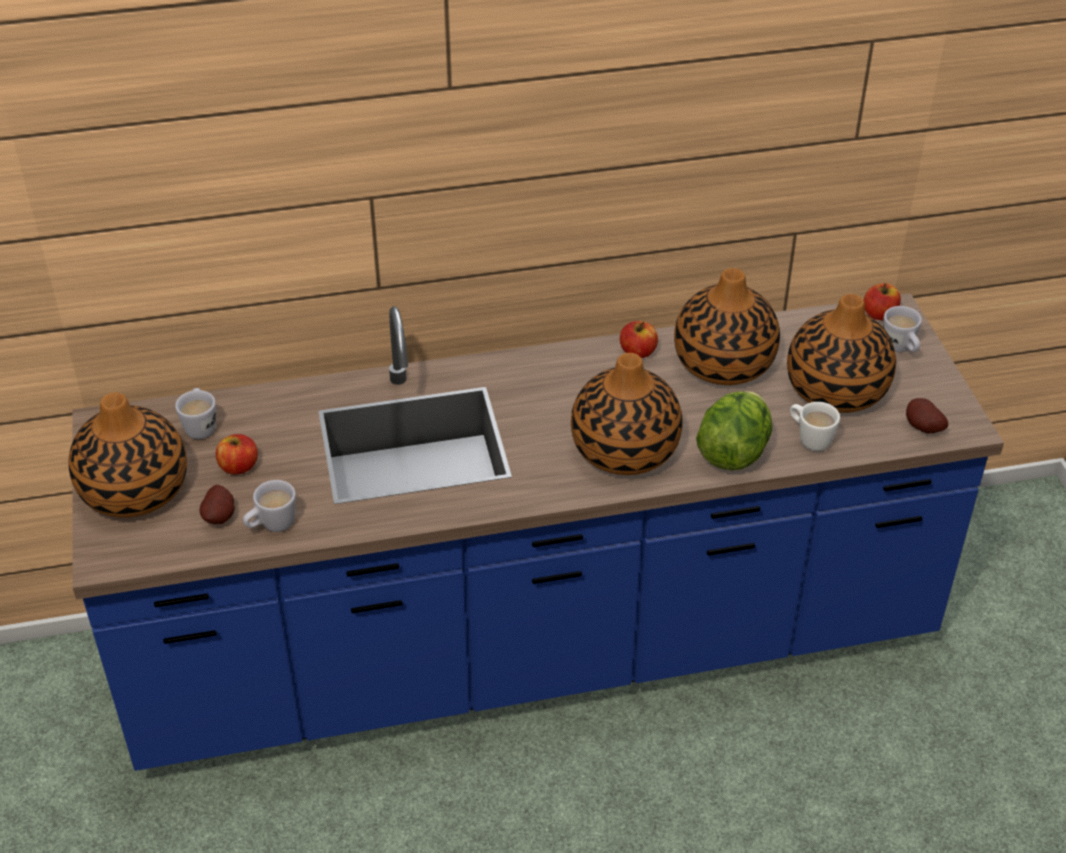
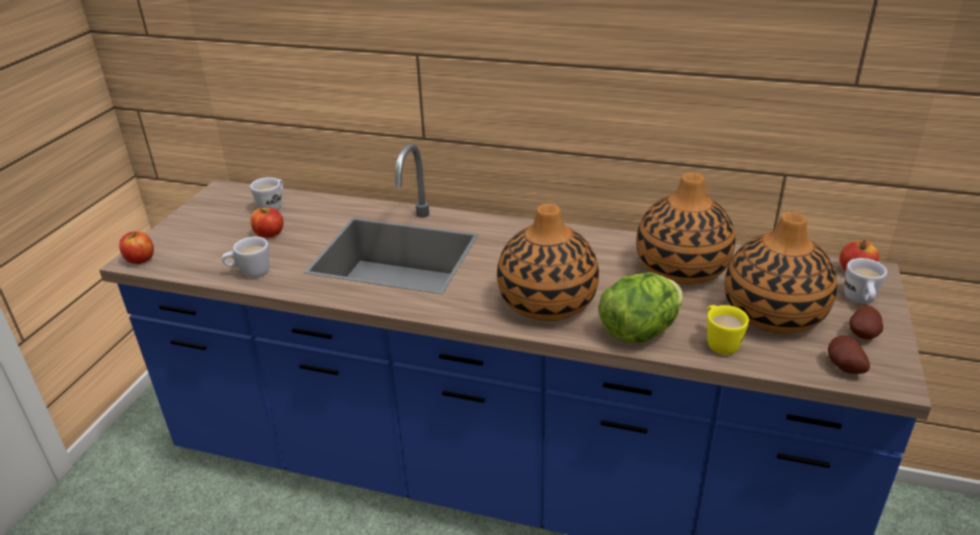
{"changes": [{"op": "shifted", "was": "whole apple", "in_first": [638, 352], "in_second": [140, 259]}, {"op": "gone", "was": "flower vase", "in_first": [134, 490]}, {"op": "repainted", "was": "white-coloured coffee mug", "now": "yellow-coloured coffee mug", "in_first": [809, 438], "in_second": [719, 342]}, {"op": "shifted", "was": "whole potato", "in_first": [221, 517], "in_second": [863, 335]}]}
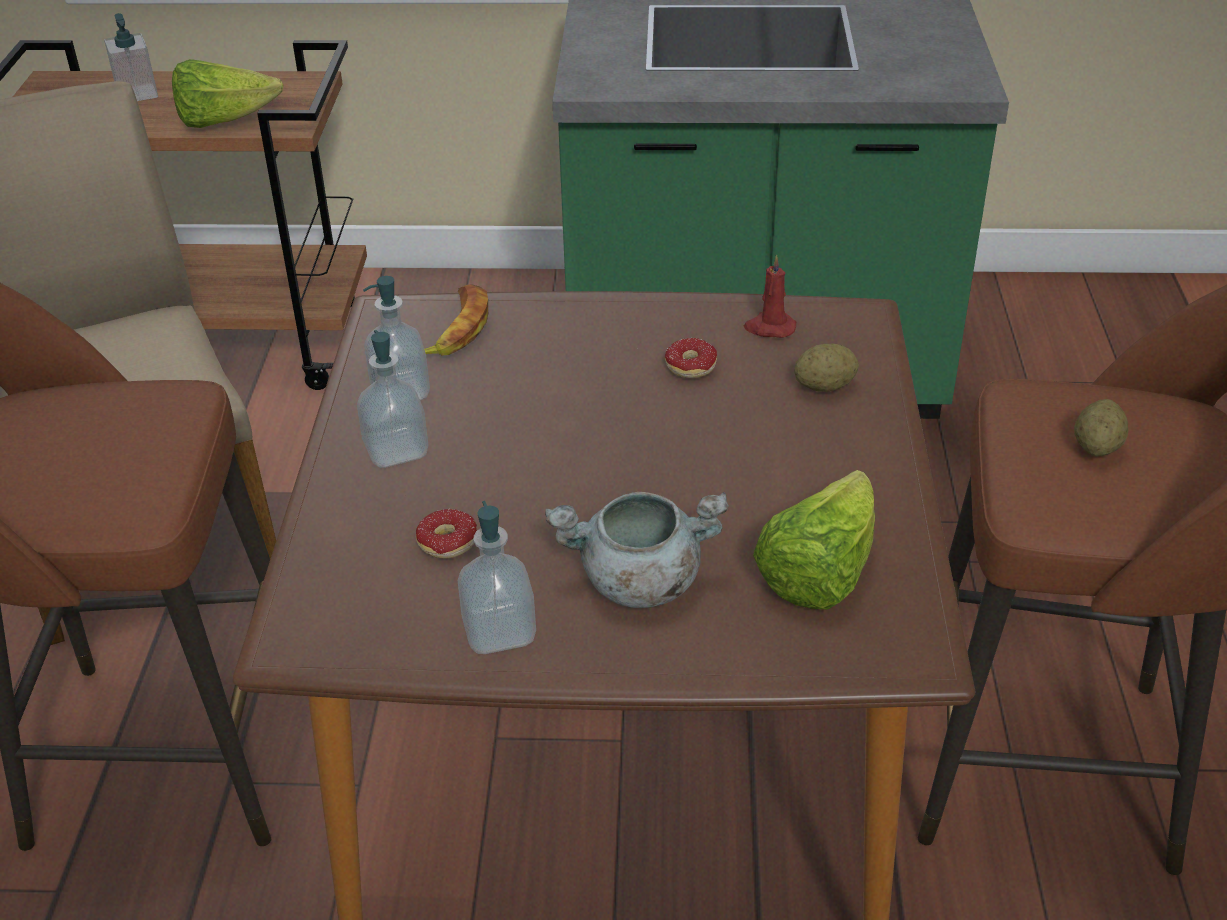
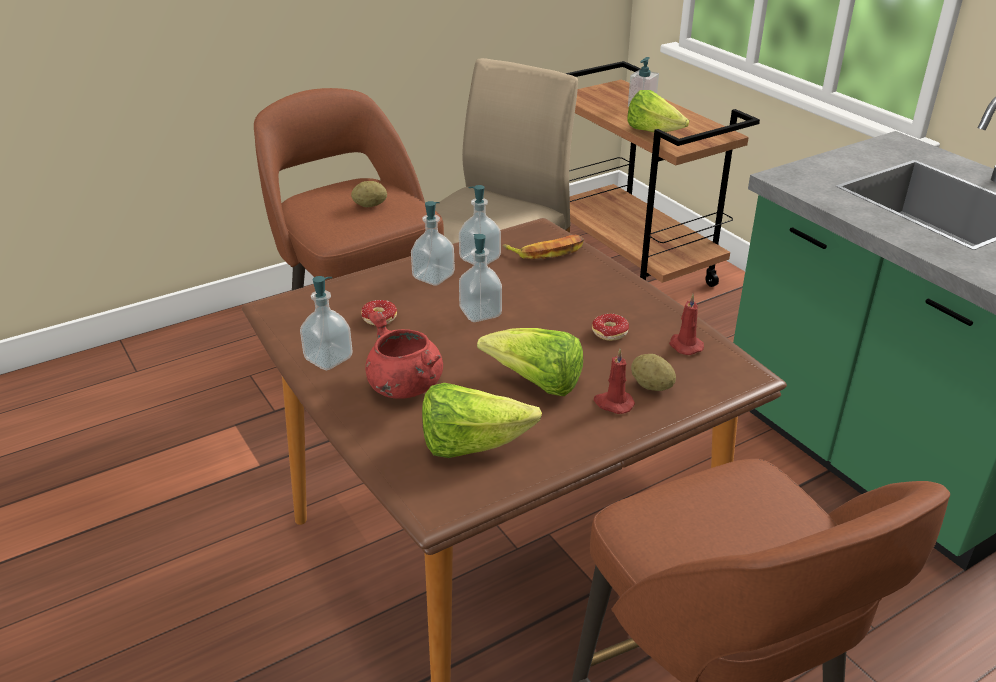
{"changes": [{"op": "shifted", "was": "whole potato", "in_first": [1096, 447], "in_second": [370, 205]}, {"op": "repainted", "was": "greyish stockpot", "now": "red-coloured stockpot", "in_first": [638, 582], "in_second": [403, 386]}, {"op": "new", "now": "soap dispenser", "in_second": [480, 313]}, {"op": "new", "now": "lettuce", "in_second": [536, 383]}, {"op": "new", "now": "red-coloured candle", "in_second": [613, 403]}]}
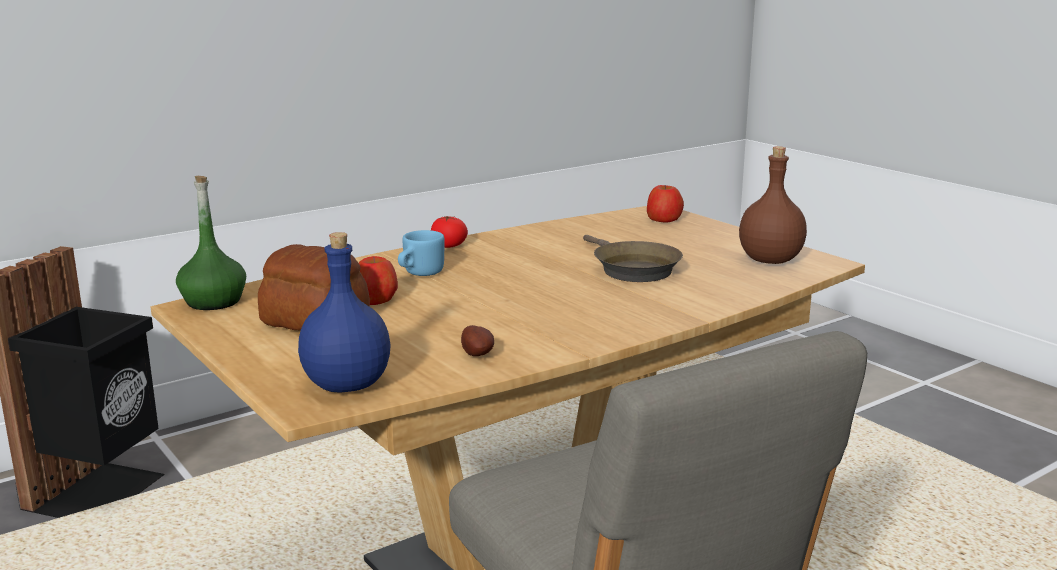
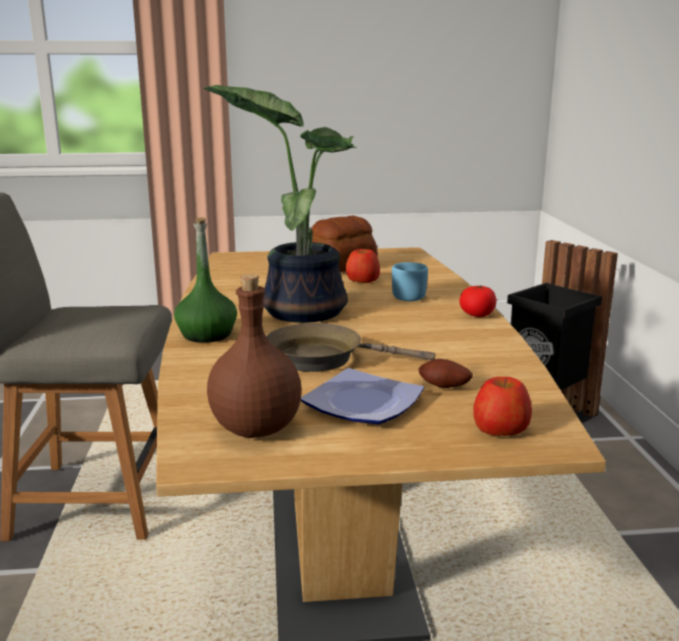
{"changes": [{"op": "shifted", "was": "green drink bottle", "in_first": [214, 302], "in_second": [207, 335]}, {"op": "gone", "was": "bluish drink bottle", "in_first": [348, 385]}, {"op": "shifted", "was": "whole potato", "in_first": [478, 354], "in_second": [444, 388]}, {"op": "new", "now": "potted plant", "in_second": [302, 309]}, {"op": "new", "now": "dinner plate", "in_second": [363, 405]}]}
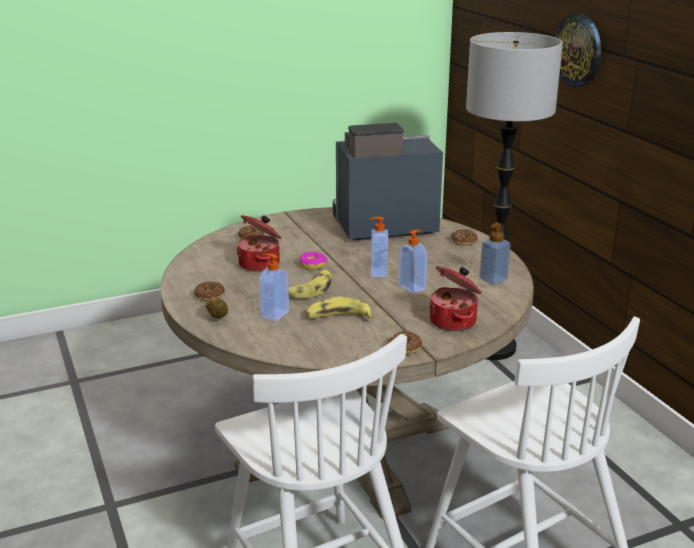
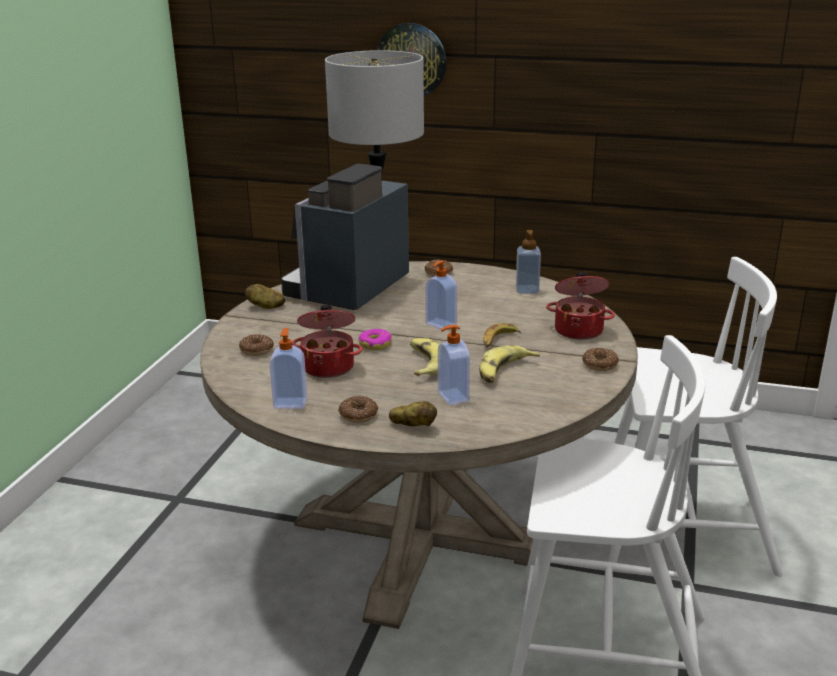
{"changes": [{"op": "shifted", "was": "soap dispenser", "in_first": [412, 287], "in_second": [290, 402]}, {"op": "new", "now": "whole potato", "in_second": [265, 307]}, {"op": "new", "now": "banana", "in_second": [498, 340]}]}
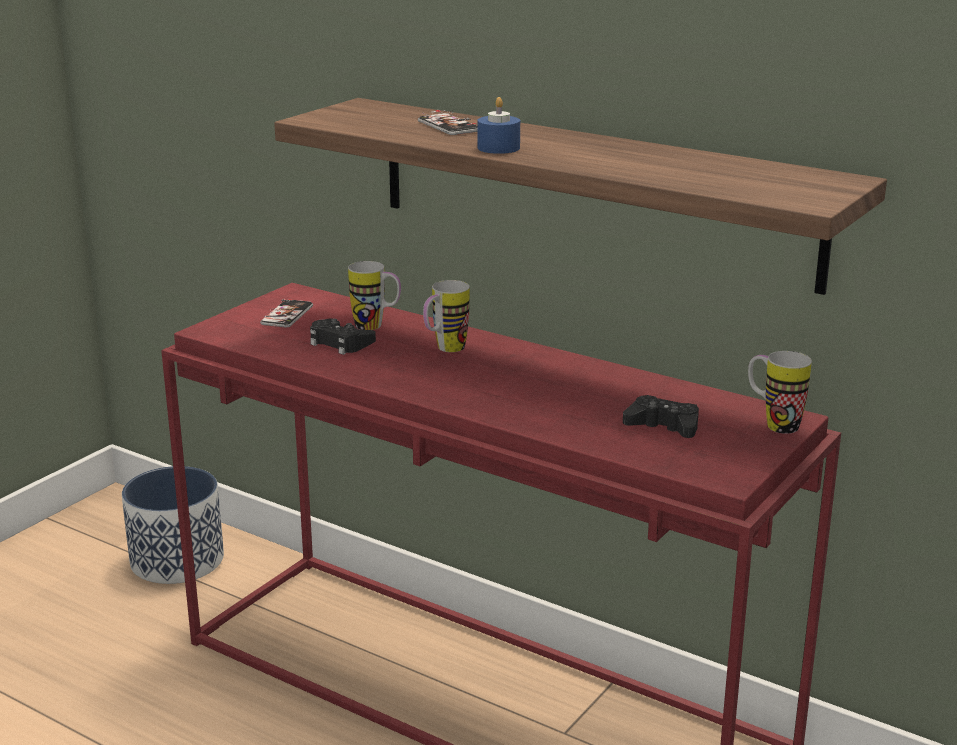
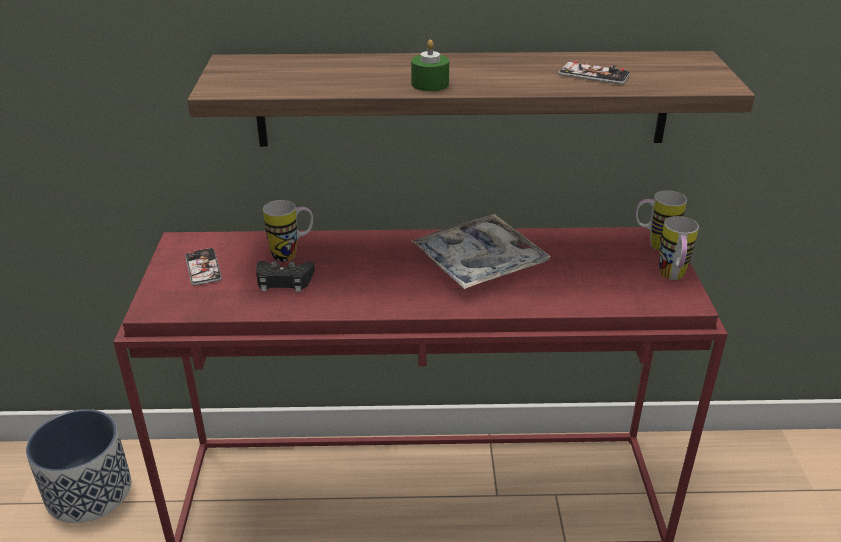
{"changes": [{"op": "repainted", "was": "bluish candle", "now": "green candle", "in_first": [498, 148], "in_second": [430, 84]}, {"op": "shifted", "was": "handset", "in_first": [448, 126], "in_second": [594, 75]}, {"op": "shifted", "was": "coffee mug", "in_first": [444, 350], "in_second": [672, 278]}, {"op": "gone", "was": "blackish game controller", "in_first": [663, 426]}, {"op": "new", "now": "serving tray", "in_second": [479, 262]}]}
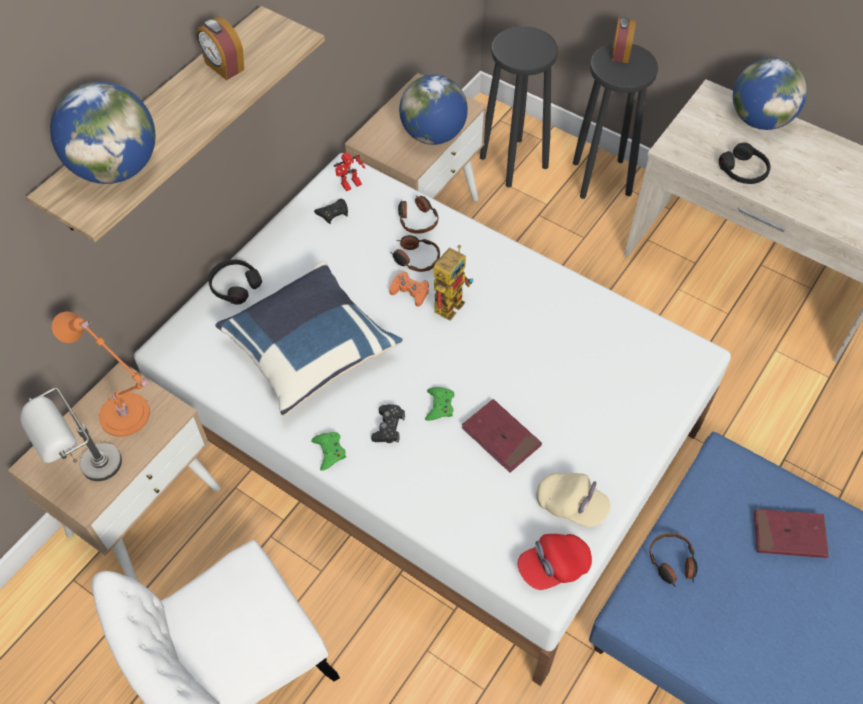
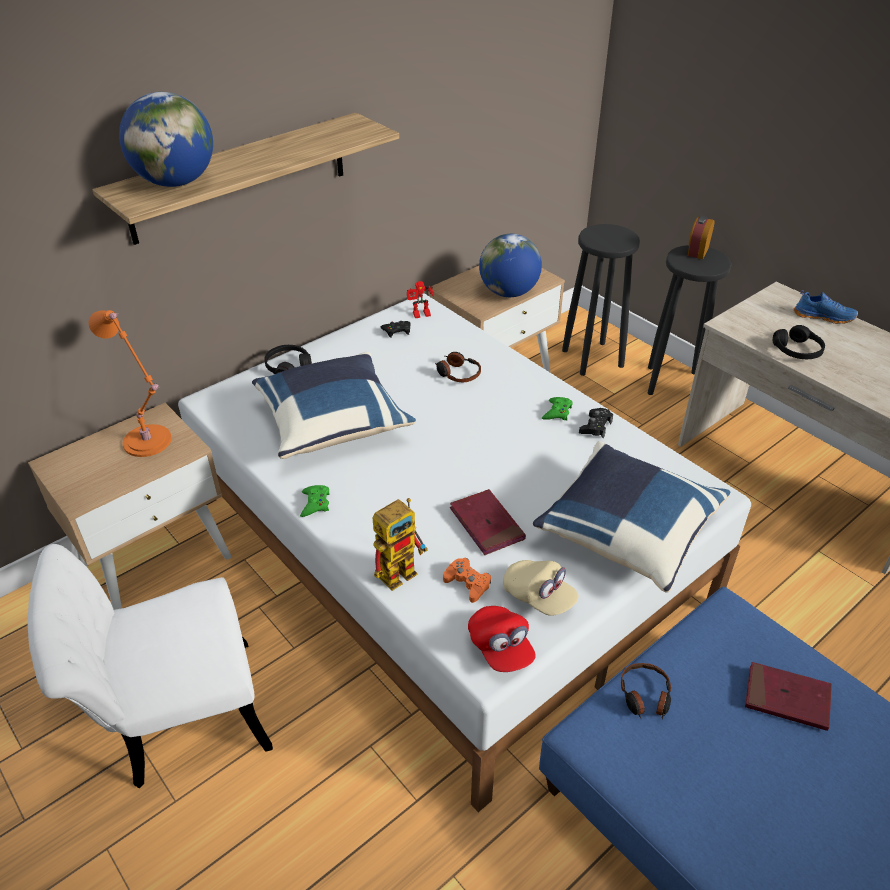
{"changes": [{"op": "gone", "was": "alarm clock", "in_first": [224, 67]}, {"op": "swapped", "was": "world globe", "now": "bluish item of footwear", "in_first": [759, 120], "in_second": [823, 316]}, {"op": "gone", "was": "pair of headphones", "in_first": [417, 219]}, {"op": "shifted", "was": "toy robot", "in_first": [450, 301], "in_second": [402, 569]}, {"op": "shifted", "was": "orangey game controller", "in_first": [410, 292], "in_second": [467, 583]}, {"op": "shifted", "was": "green game controller", "in_first": [439, 406], "in_second": [557, 412]}, {"op": "gone", "was": "greyish lamp for a table", "in_first": [89, 472]}, {"op": "shifted", "was": "blackish game controller", "in_first": [388, 427], "in_second": [595, 427]}, {"op": "rotated", "was": "red-coloured baseball cap", "in_first": [553, 567], "in_second": [500, 648], "clockwise": -105}, {"op": "new", "now": "bluish throw pillow", "in_second": [626, 531]}]}
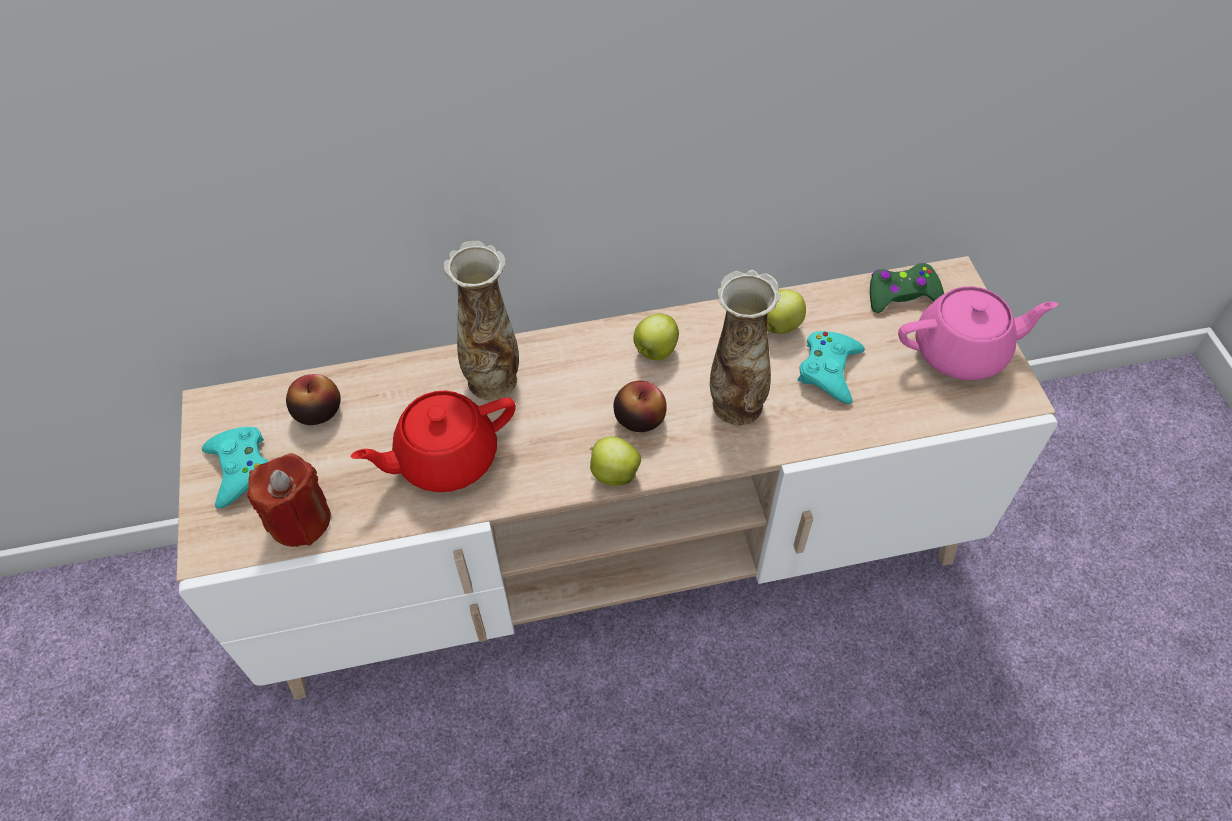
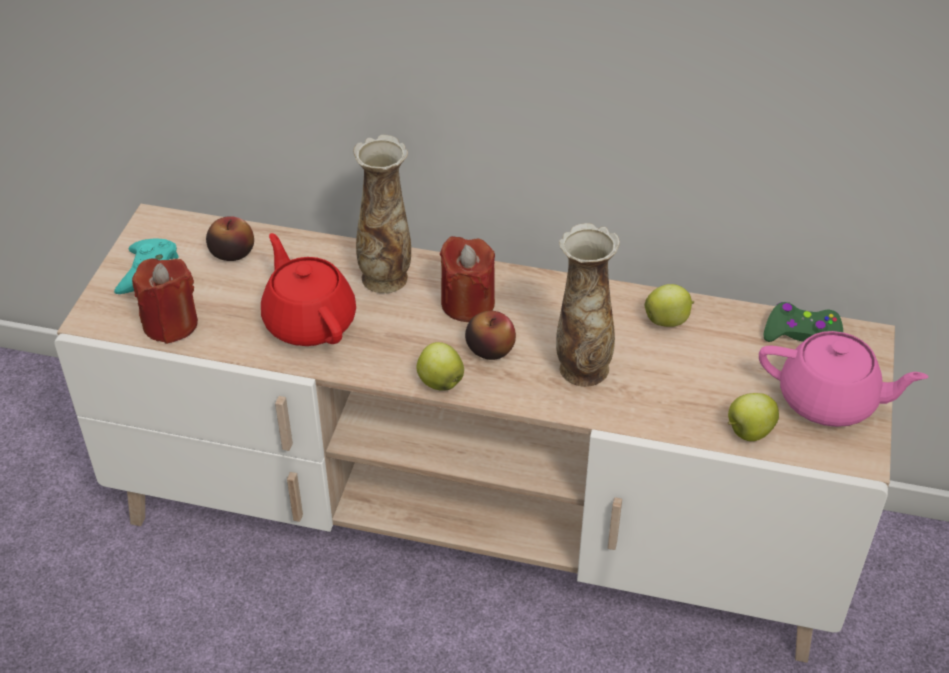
{"changes": [{"op": "shifted", "was": "whole apple", "in_first": [655, 351], "in_second": [748, 432]}, {"op": "gone", "was": "blue-green game controller", "in_first": [829, 370]}, {"op": "rotated", "was": "red-coloured pot for tea", "in_first": [445, 458], "in_second": [309, 321], "clockwise": 60}, {"op": "new", "now": "red-coloured candle", "in_second": [467, 303]}]}
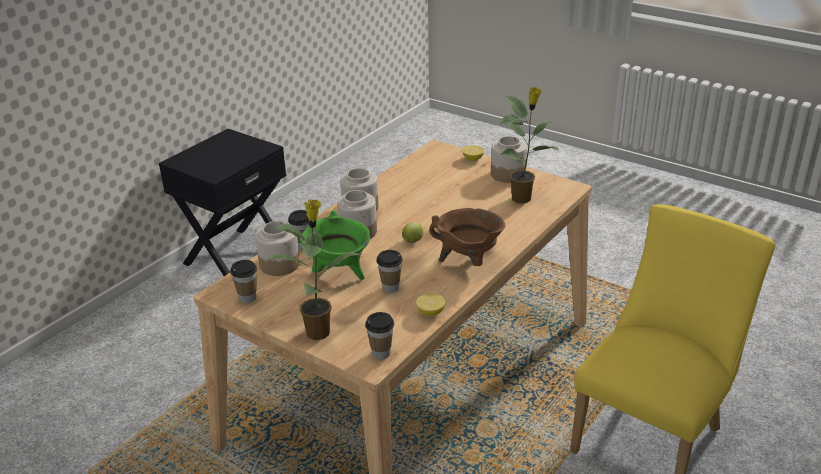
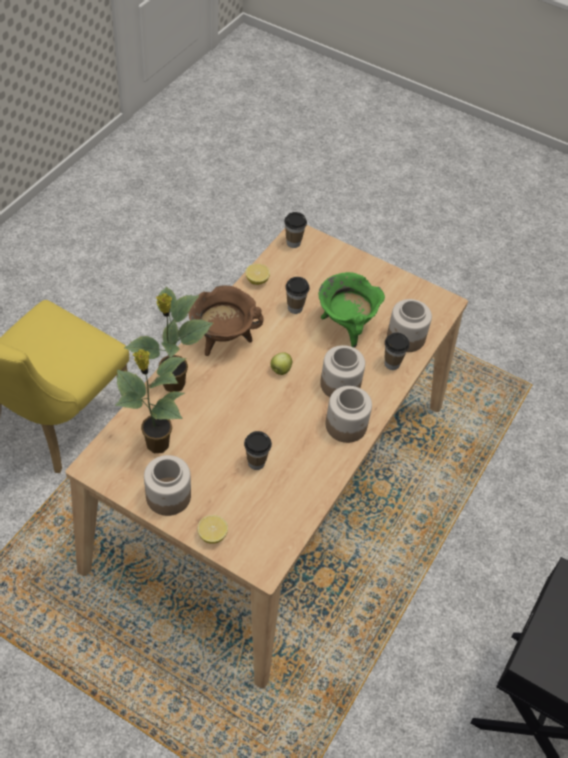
{"changes": [{"op": "shifted", "was": "potted plant", "in_first": [319, 331], "in_second": [173, 385]}, {"op": "shifted", "was": "small cup", "in_first": [247, 298], "in_second": [256, 463]}]}
